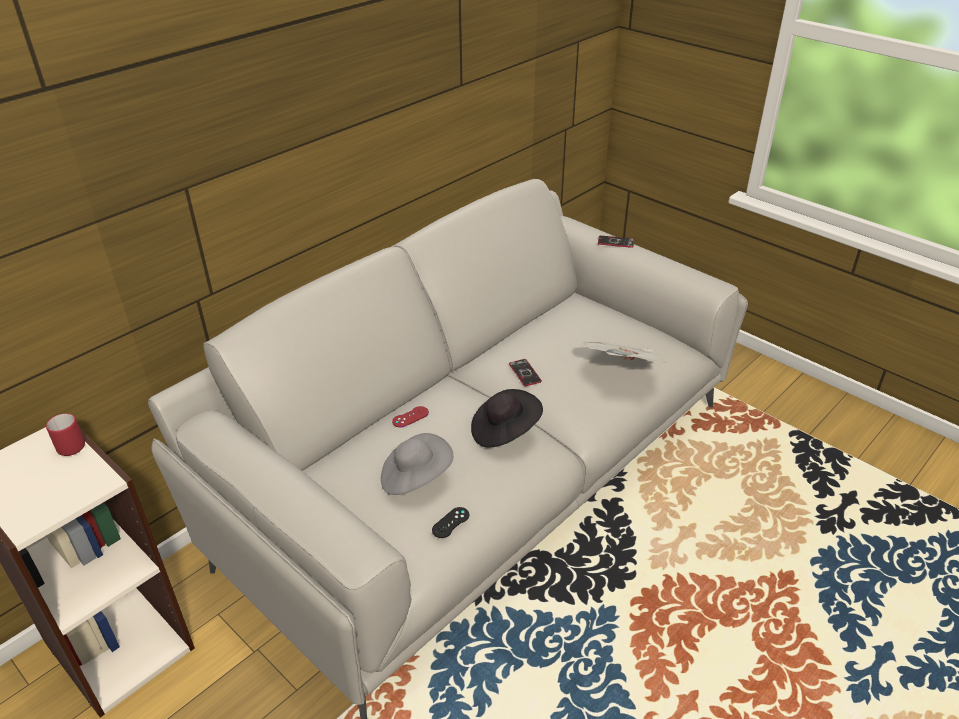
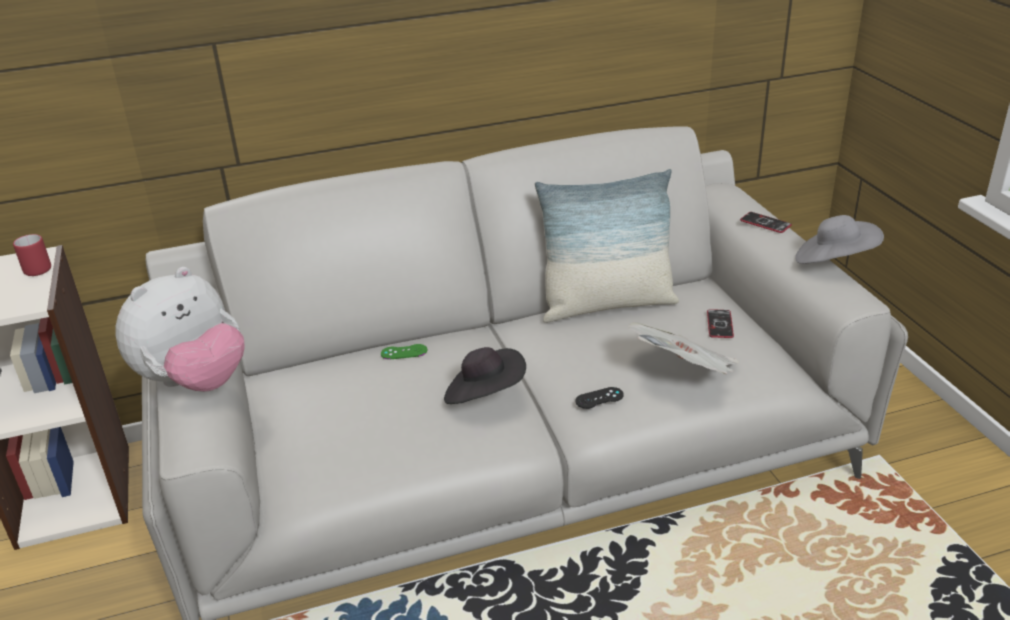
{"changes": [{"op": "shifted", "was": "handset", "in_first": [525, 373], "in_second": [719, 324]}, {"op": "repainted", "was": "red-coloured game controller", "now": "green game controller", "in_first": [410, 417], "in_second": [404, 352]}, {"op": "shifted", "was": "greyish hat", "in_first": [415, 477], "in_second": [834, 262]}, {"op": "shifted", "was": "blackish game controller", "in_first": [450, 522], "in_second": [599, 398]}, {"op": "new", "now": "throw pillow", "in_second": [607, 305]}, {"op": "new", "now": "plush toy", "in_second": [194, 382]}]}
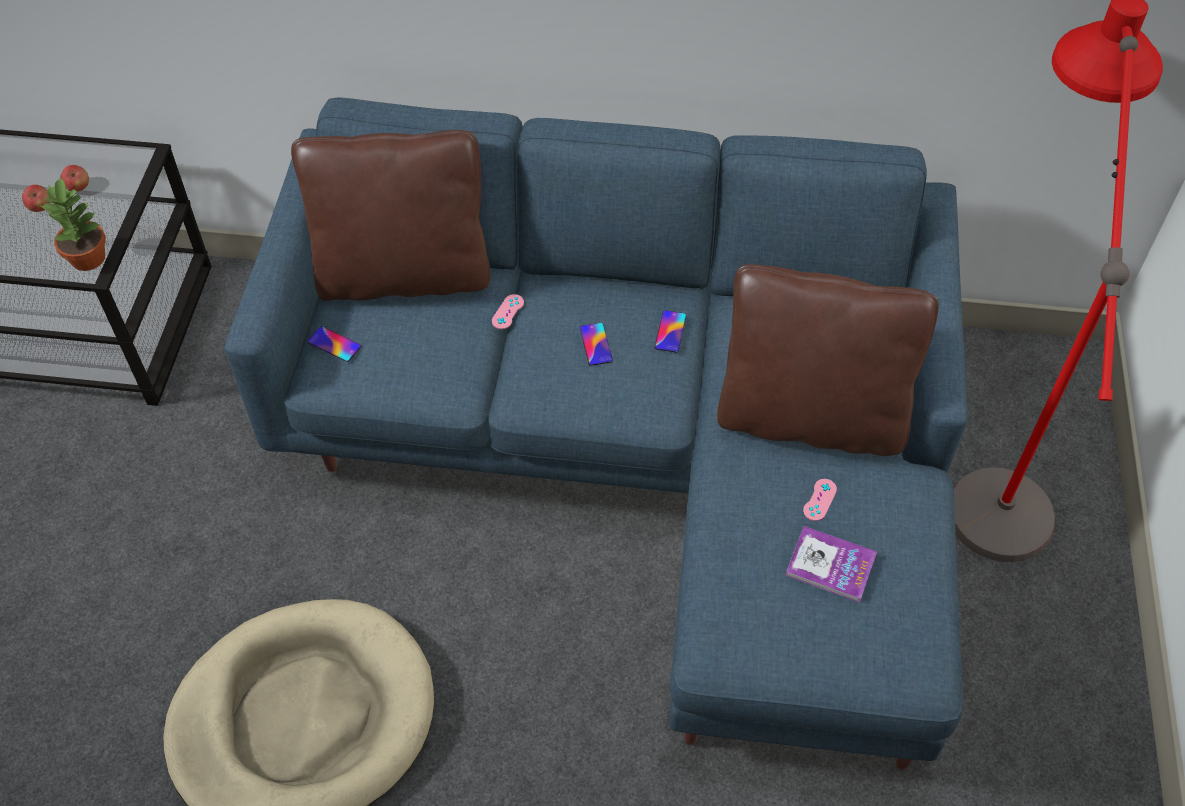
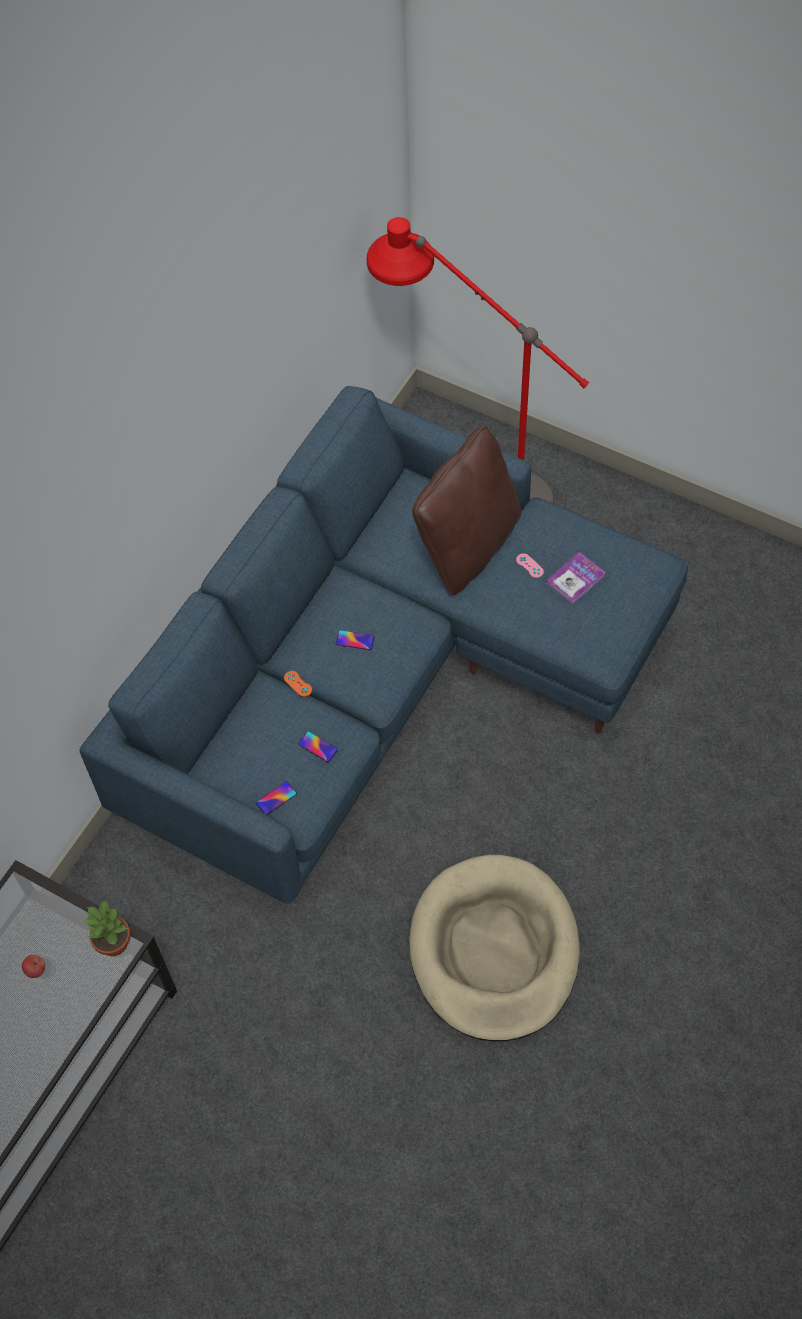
{"changes": [{"op": "gone", "was": "brownish throw pillow", "in_first": [404, 274]}, {"op": "gone", "was": "whole apple", "in_first": [78, 187]}, {"op": "repainted", "was": "pink-coloured game controller", "now": "orangey game controller", "in_first": [508, 312], "in_second": [298, 684]}, {"op": "shifted", "was": "handset", "in_first": [670, 331], "in_second": [318, 747]}]}
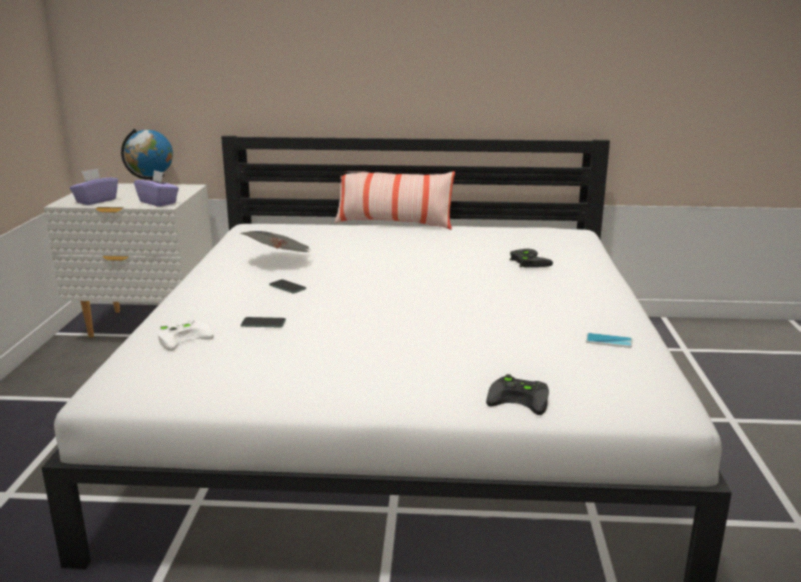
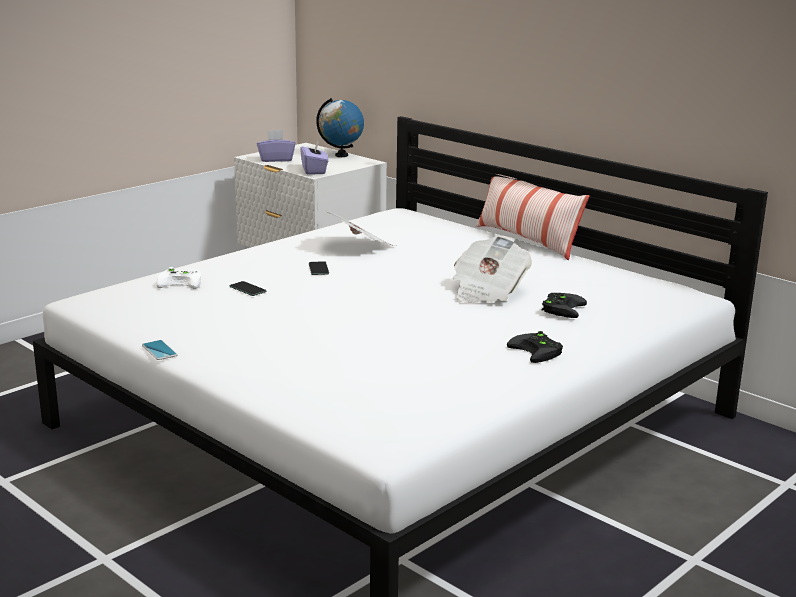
{"changes": [{"op": "shifted", "was": "handset", "in_first": [608, 341], "in_second": [159, 350]}, {"op": "shifted", "was": "blackish game controller", "in_first": [521, 399], "in_second": [538, 351]}, {"op": "new", "now": "printed paper", "in_second": [487, 291]}]}
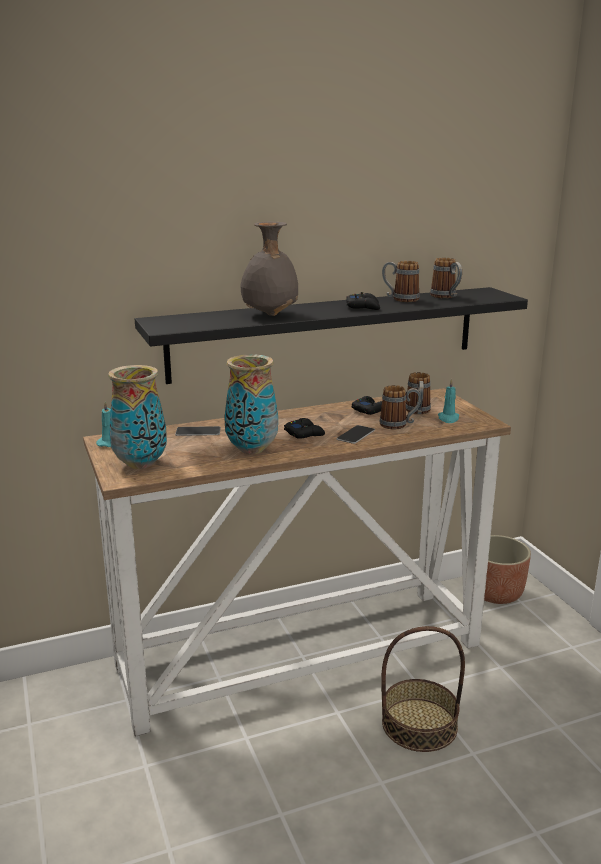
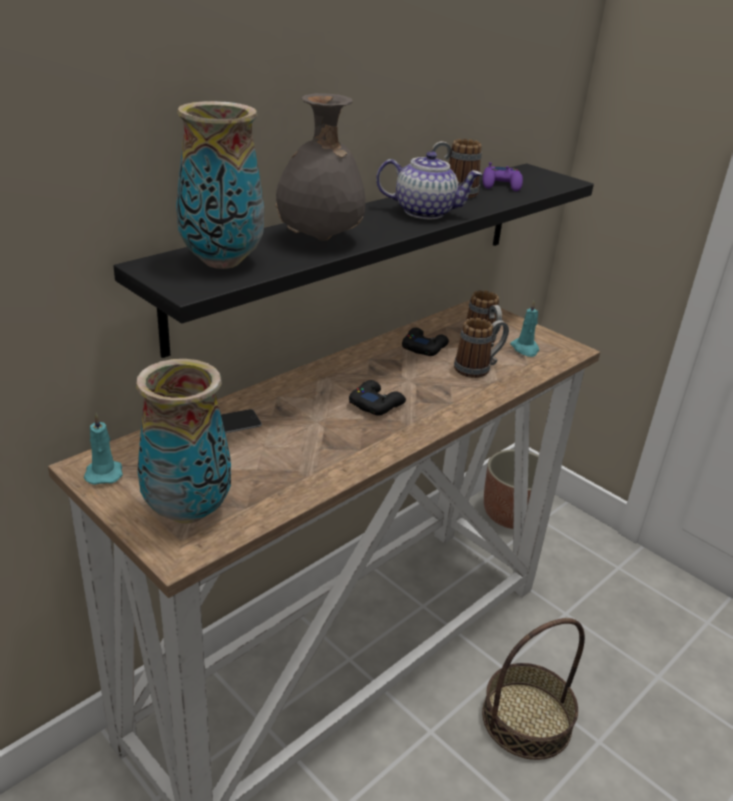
{"changes": [{"op": "swapped", "was": "coffee mug", "now": "purple game controller", "in_first": [446, 297], "in_second": [501, 185]}, {"op": "swapped", "was": "blackish game controller", "now": "pot for tea", "in_first": [363, 307], "in_second": [425, 212]}, {"op": "shifted", "was": "flower vase", "in_first": [251, 450], "in_second": [221, 262]}, {"op": "gone", "was": "handset", "in_first": [355, 434]}]}
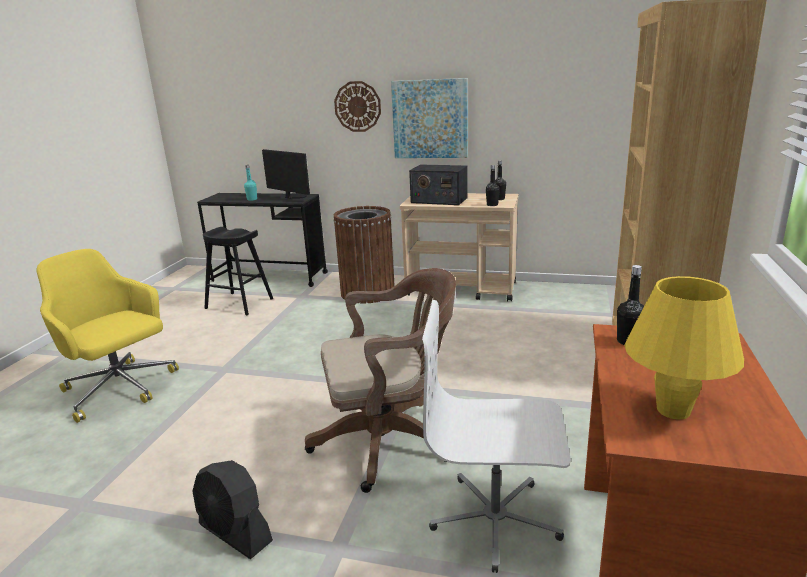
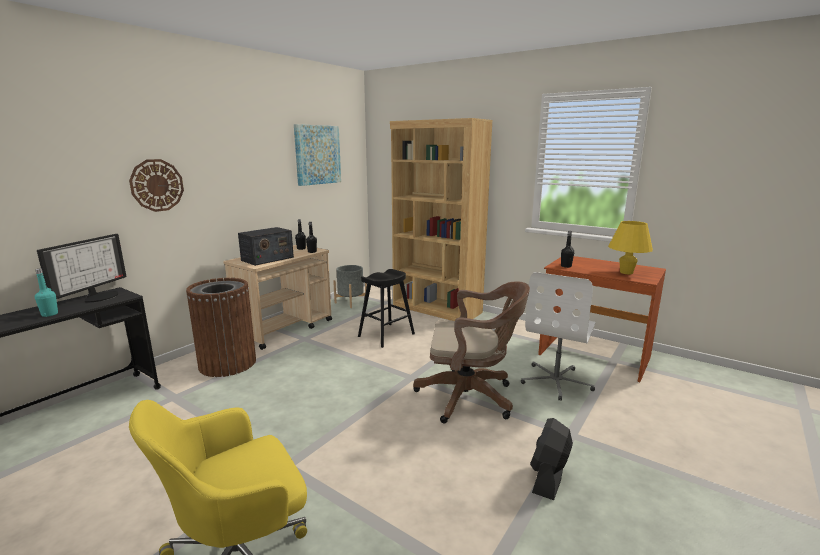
{"changes": [{"op": "shifted", "was": "picture", "in_first": [430, 119], "in_second": [317, 155]}, {"op": "rotated", "was": "computer screen", "in_first": [293, 196], "in_second": [99, 296], "clockwise": 135}, {"op": "shifted", "was": "blackish sitting stool", "in_first": [239, 303], "in_second": [386, 335]}, {"op": "rotated", "was": "brownish desk chair", "in_first": [389, 441], "in_second": [471, 397], "clockwise": 90}, {"op": "rotated", "was": "blackish electric fan", "in_first": [235, 533], "in_second": [548, 477], "clockwise": 150}, {"op": "new", "now": "greyish planter", "in_second": [351, 302]}]}
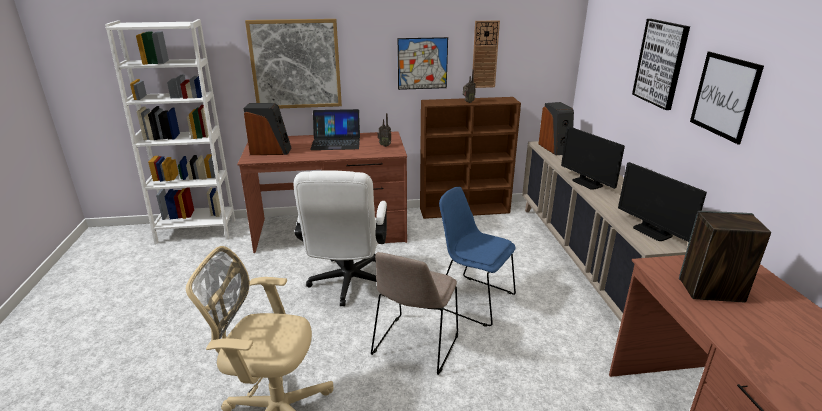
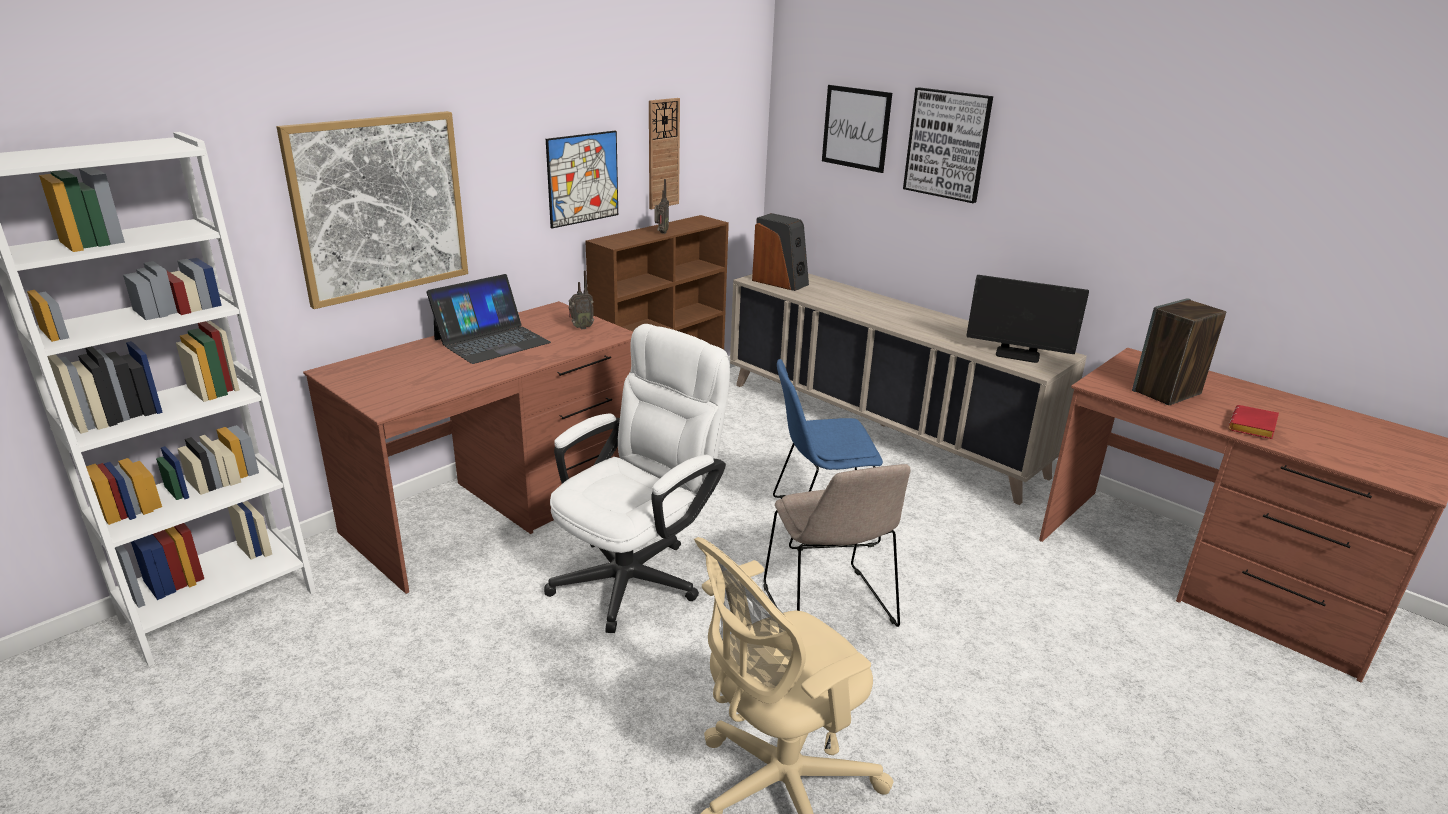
{"changes": [{"op": "shifted", "was": "picture", "in_first": [724, 96], "in_second": [856, 128]}, {"op": "gone", "was": "audio speaker", "in_first": [270, 151]}, {"op": "gone", "was": "computer screen", "in_first": [587, 183]}, {"op": "rotated", "was": "white-coloured desk chair", "in_first": [347, 285], "in_second": [637, 574], "clockwise": -105}, {"op": "new", "now": "red-coloured bound book", "in_second": [1253, 428]}]}
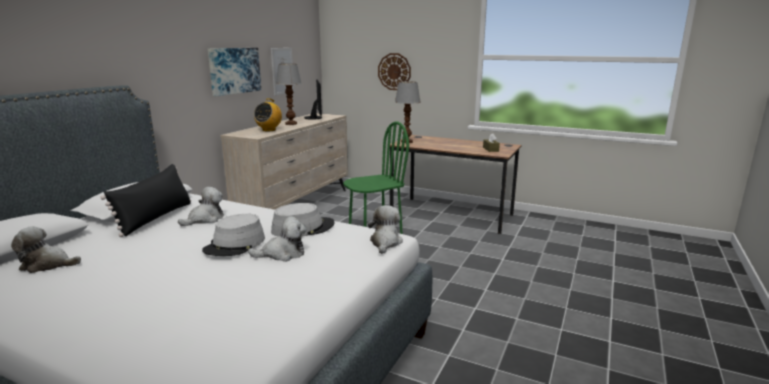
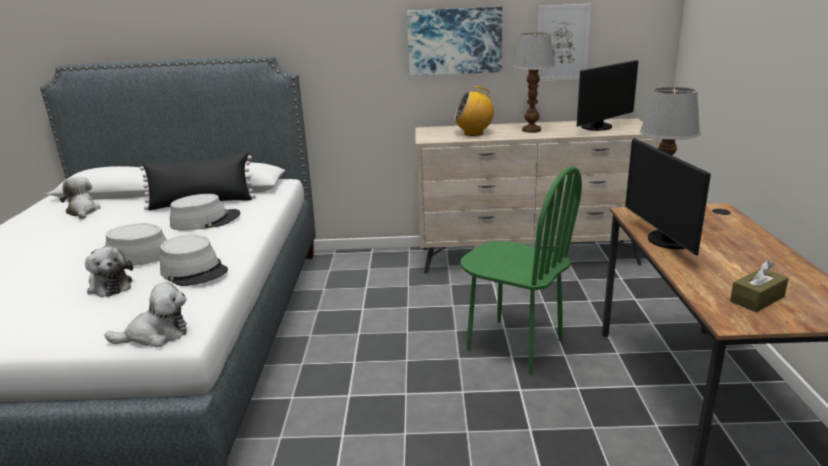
{"changes": [{"op": "gone", "was": "wall clock", "in_first": [394, 71]}, {"op": "swapped", "was": "plush toy", "now": "greyish hat", "in_first": [205, 219], "in_second": [205, 221]}, {"op": "new", "now": "computer screen", "in_second": [666, 240]}]}
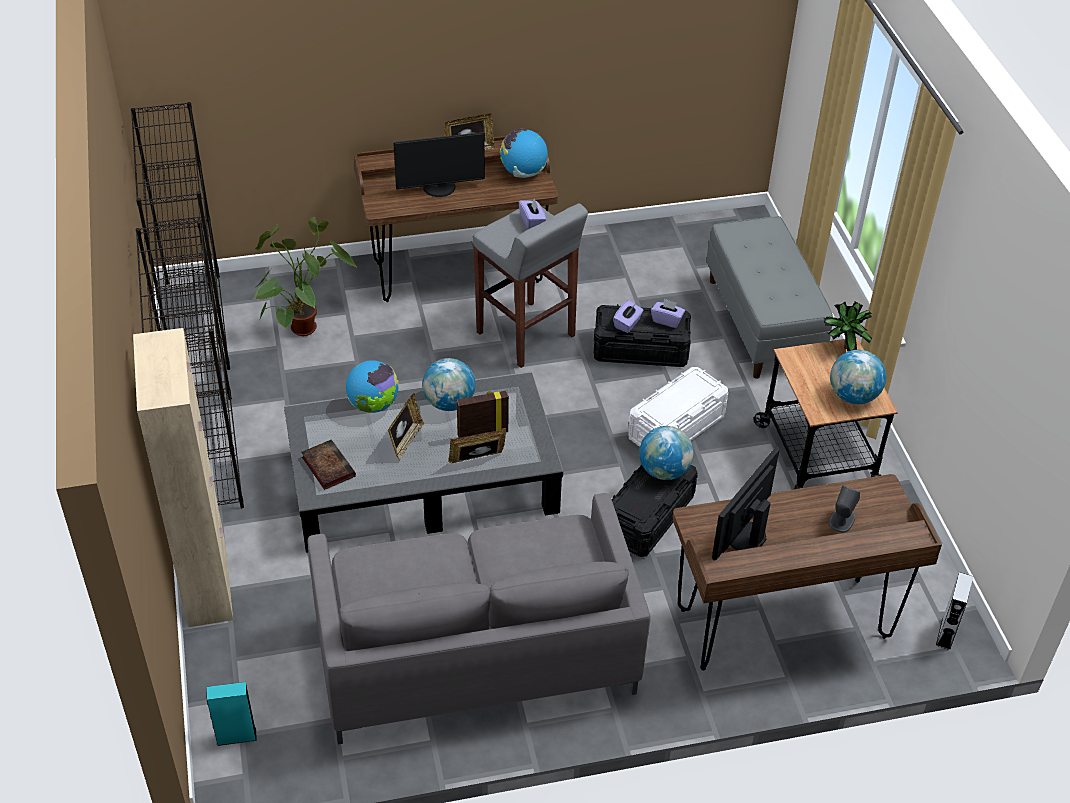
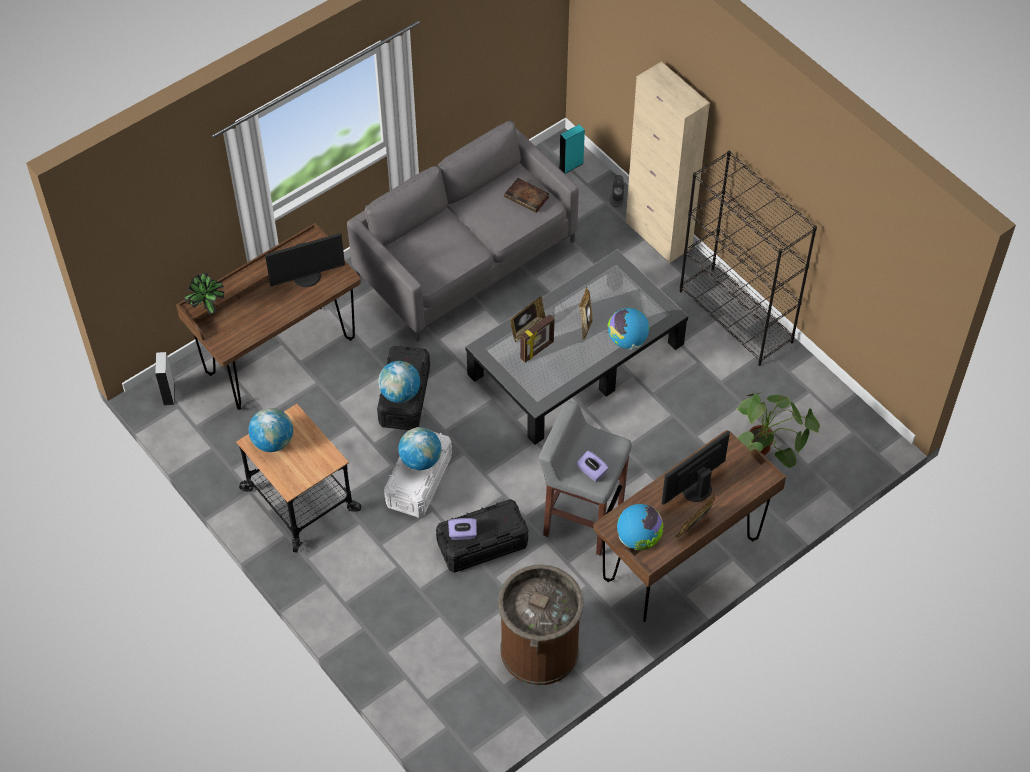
{"changes": [{"op": "gone", "was": "blackish bookshelf", "in_first": [196, 324]}, {"op": "gone", "was": "greyish bench", "in_first": [762, 324]}, {"op": "gone", "was": "purple box of tissues", "in_first": [627, 324]}, {"op": "shifted", "was": "potted plant", "in_first": [842, 346], "in_second": [208, 307]}, {"op": "shifted", "was": "world globe", "in_first": [449, 403], "in_second": [420, 460]}, {"op": "shifted", "was": "bound book", "in_first": [327, 466], "in_second": [528, 197]}, {"op": "rotated", "was": "computer screen", "in_first": [744, 536], "in_second": [307, 277], "clockwise": 60}, {"op": "shifted", "was": "greyish audio speaker", "in_first": [841, 520], "in_second": [617, 199]}, {"op": "new", "now": "brownish rubbish bin", "in_second": [539, 649]}]}
